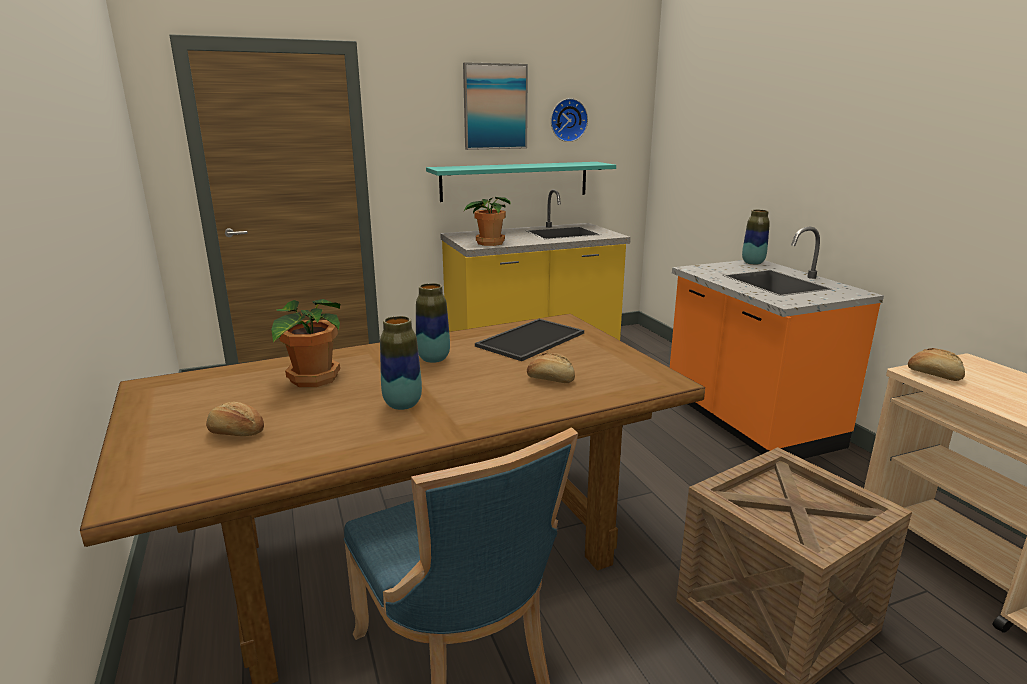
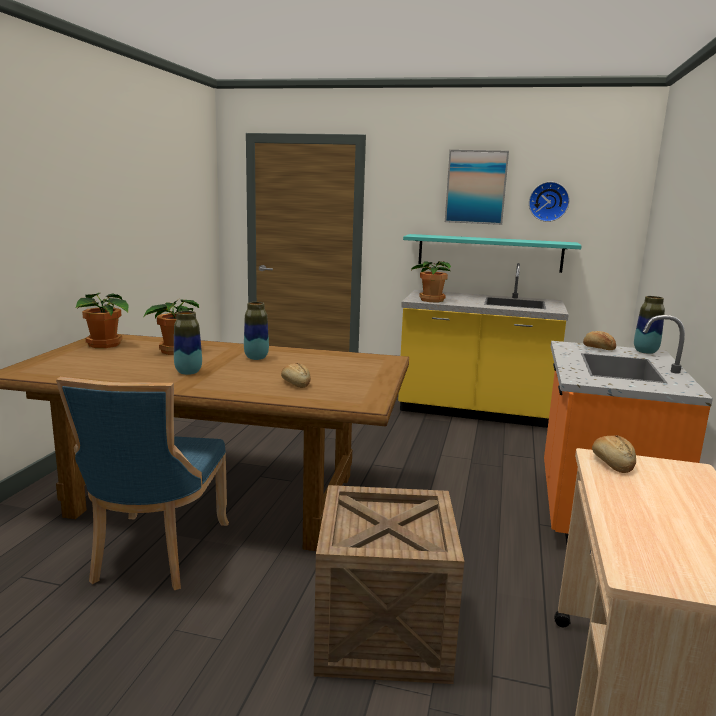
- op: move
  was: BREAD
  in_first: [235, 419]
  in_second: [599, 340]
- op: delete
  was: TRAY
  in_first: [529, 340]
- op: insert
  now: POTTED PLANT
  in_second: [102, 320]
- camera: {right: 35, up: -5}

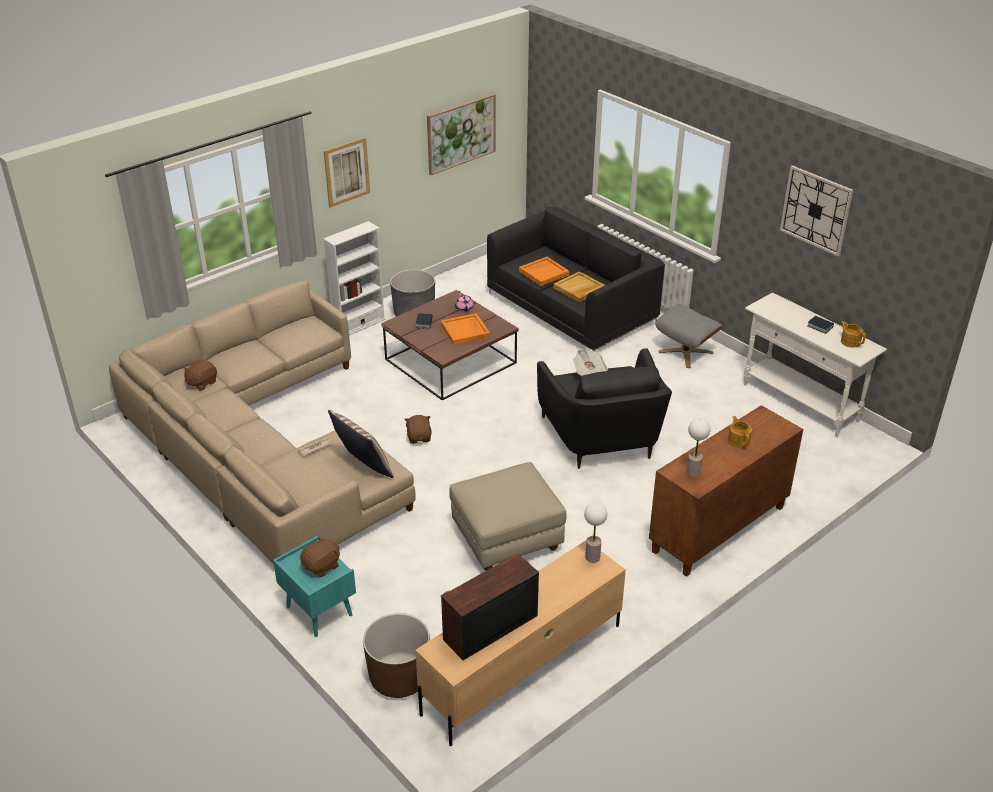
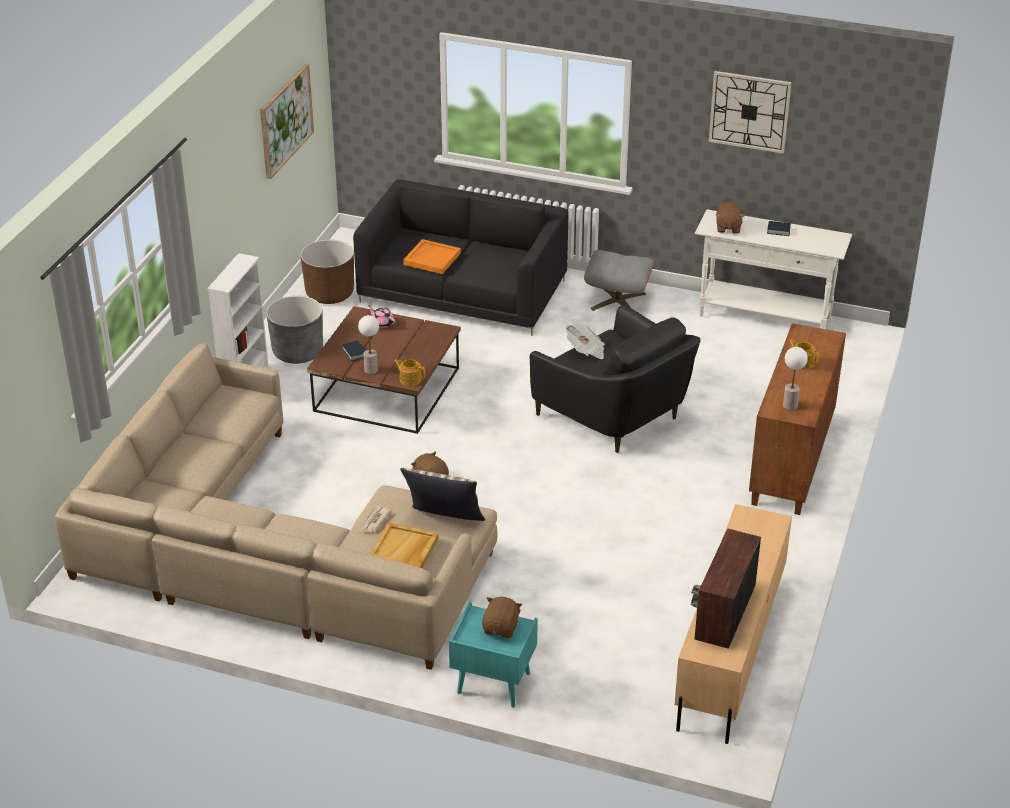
- op: move
  was: BROWN PLUSH TOY
  in_first: [200, 375]
  in_second: [730, 218]
- op: delete
  was: PICTURE
  in_first: [347, 172]
- op: move
  was: BROWN PLANTER
  in_first: [396, 655]
  in_second: [327, 272]
- op: delete
  was: ORANGE TRAY
  in_first: [465, 329]
- op: delete
  was: BEIGE OTTOMAN
  in_first: [507, 516]
- op: move
  was: BEIGE TRAY
  in_first: [579, 287]
  in_second: [404, 545]
- op: move
  was: TABLE LAMP
  in_first: [595, 532]
  in_second: [368, 344]
- op: move
  was: TEAPOT
  in_first: [853, 334]
  in_second: [410, 372]
- camera: {right: -30, up: 0}

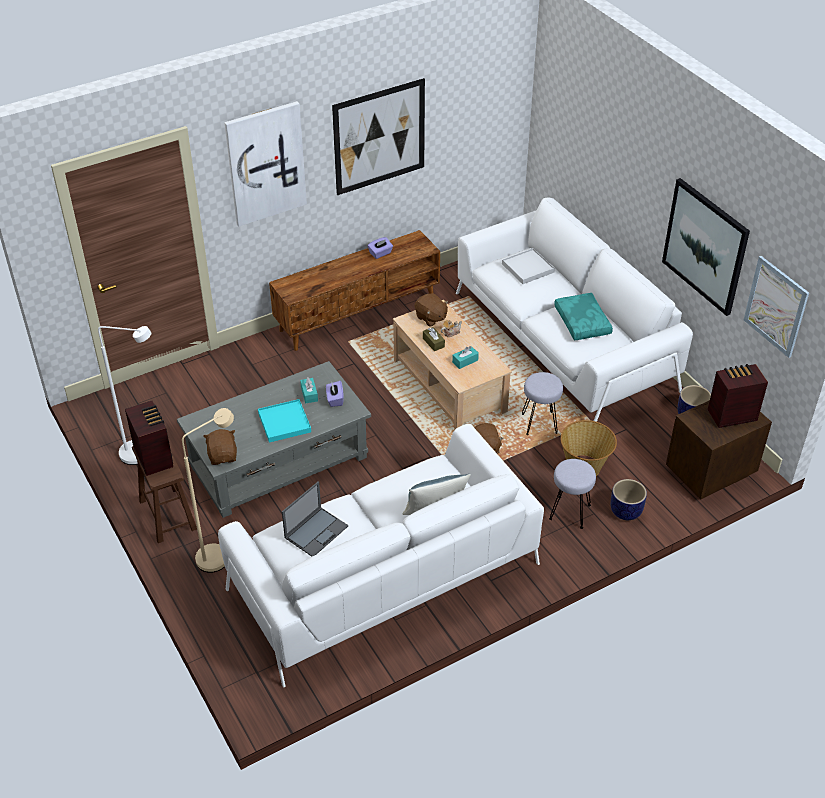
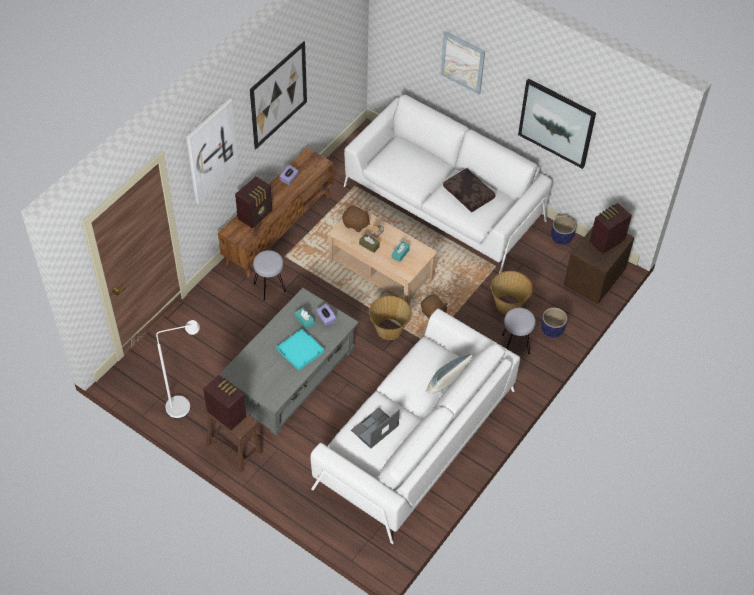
- op: delete
  was: BEIGE FLOOR LAMP
  in_first: [208, 490]
- op: delete
  was: BROWN PLUSH TOY
  in_first: [220, 447]
- op: rotate
  was: LAPTOP
  in_first: [315, 519]
  in_second: [375, 428]
  clockwise: -150
- op: delete
  was: WHITE TRAY
  in_first: [528, 266]
- op: move
  was: GREY STOOL
  in_first: [542, 403]
  in_second: [269, 275]
- op: recolor
  was: TURQUOISE PILLOW
  now: BROWN PILLOW
  in_first: [583, 316]
  in_second: [469, 190]
- op: move
  was: PICTURE
  in_first: [776, 307]
  in_second: [462, 63]
- op: insert
  now: RADIO
  in_second: [253, 202]
- op: insert
  now: BASKET
  in_second: [390, 318]
- camera: {right: -25, up: 10}

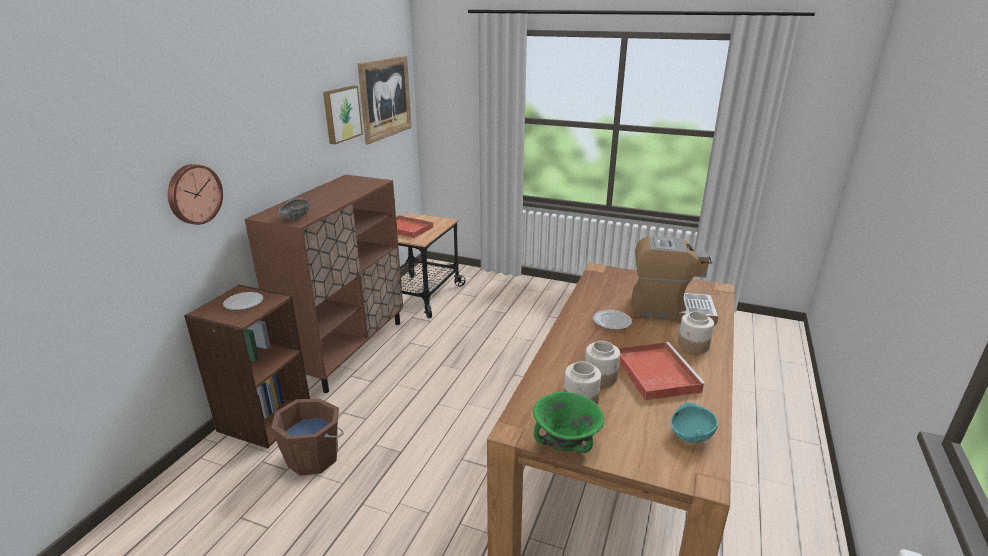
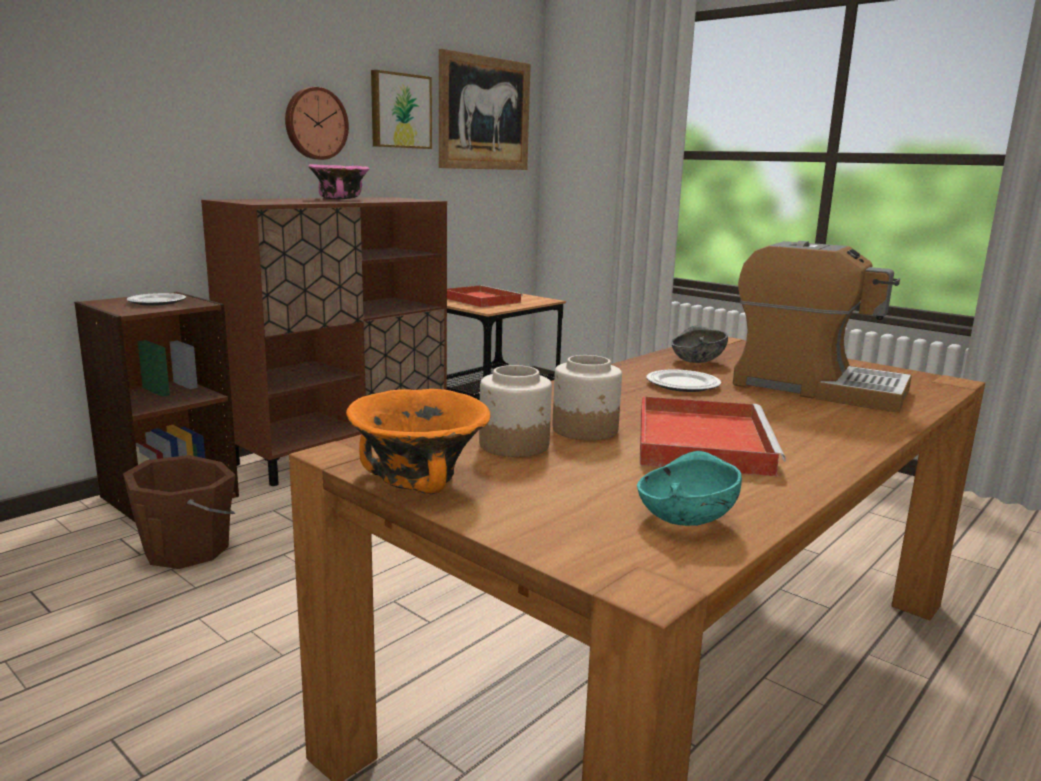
- op: move
  was: WALL CLOCK
  in_first: [195, 194]
  in_second: [317, 123]
- op: move
  was: GREY BOWL
  in_first: [294, 208]
  in_second: [699, 344]
- op: recolor
  was: GREEN BOWL
  now: ORANGE BOWL
  in_first: [568, 422]
  in_second: [418, 441]
- op: delete
  was: JAR
  in_first: [696, 332]
- op: insert
  now: PINK BOWL
  in_second: [338, 181]
- camera: {right: 20, up: -10}

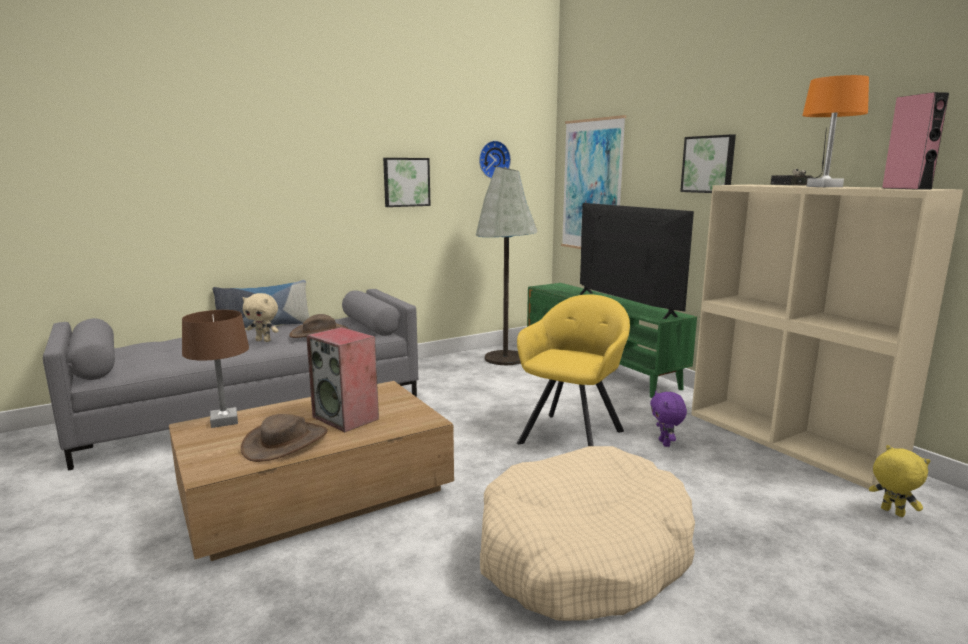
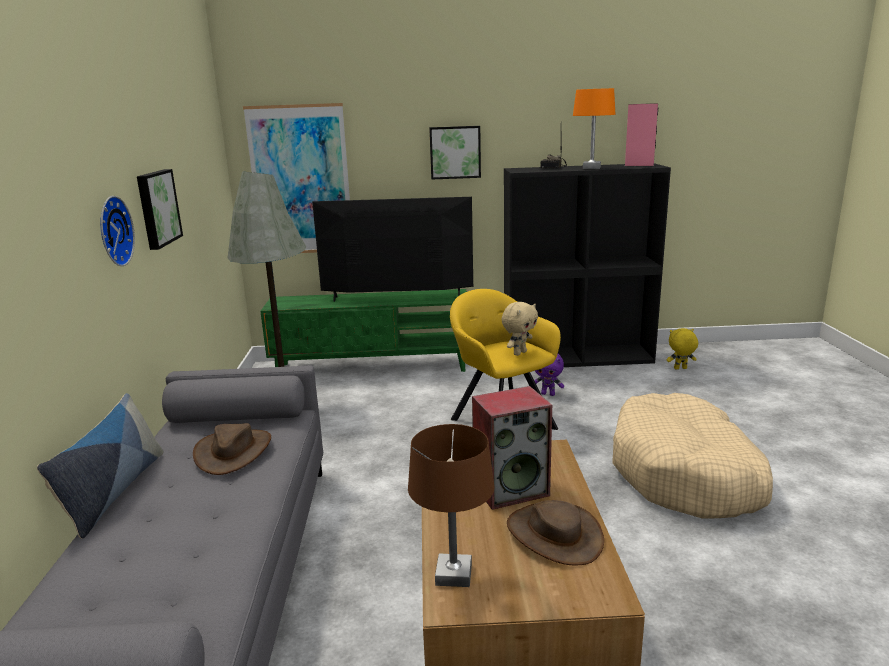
- op: move
  was: BEIGE PLUSH TOY
  in_first: [261, 317]
  in_second: [519, 329]
- op: move
  was: WALL CLOCK
  in_first: [495, 159]
  in_second: [117, 231]
- op: recolor
  was: BEIGE BOOKCASE
  now: BLACK BOOKCASE
  in_first: [827, 337]
  in_second: [587, 265]
- camera: {right: -60, up: 5}

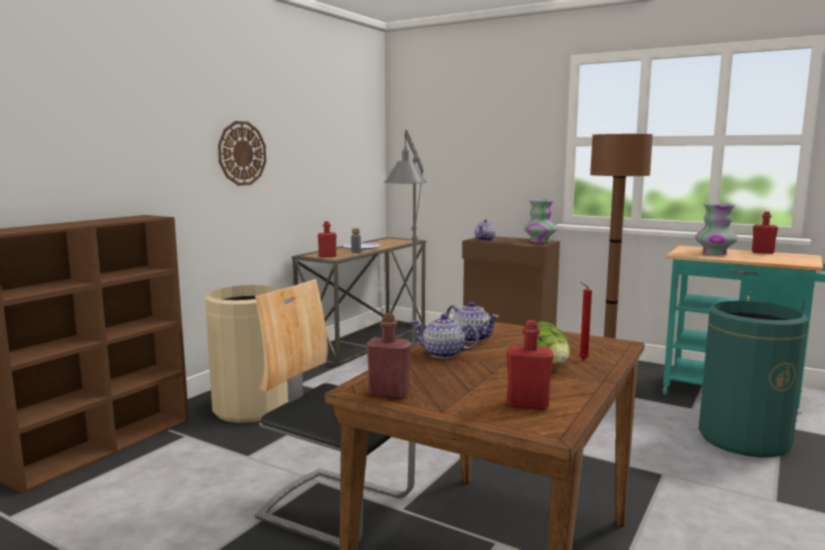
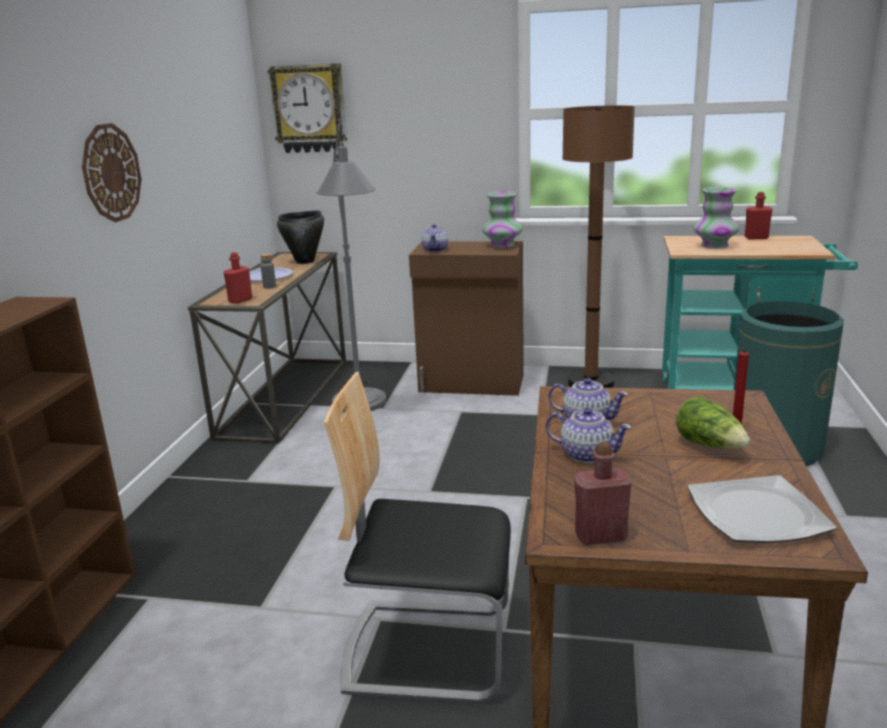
- op: delete
  was: BEIGE TRASH CAN
  in_first: [246, 354]
- op: rotate
  was: TEAPOT
  in_first: [445, 336]
  in_second: [589, 435]
  clockwise: -150
- op: replace
  was: RED BOTTLE
  now: PLATE
  in_first: [530, 365]
  in_second: [762, 509]
- op: insert
  now: WALL CLOCK
  in_second: [307, 108]
- op: insert
  now: BLACK COOKING POT
  in_second: [300, 237]
- camera: {right: -20, up: 10}

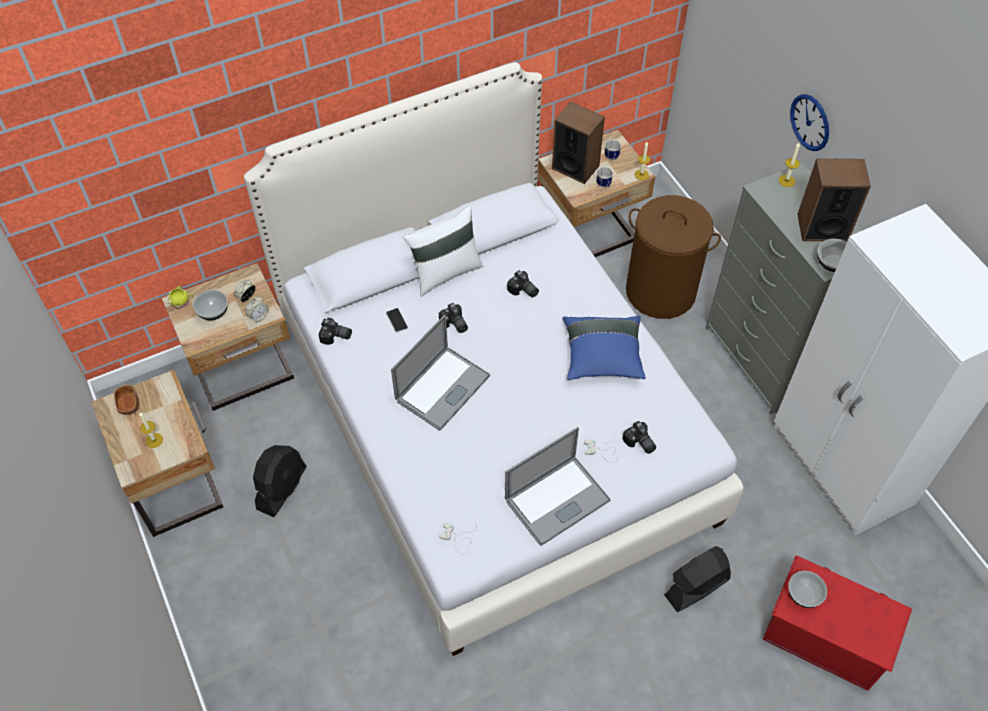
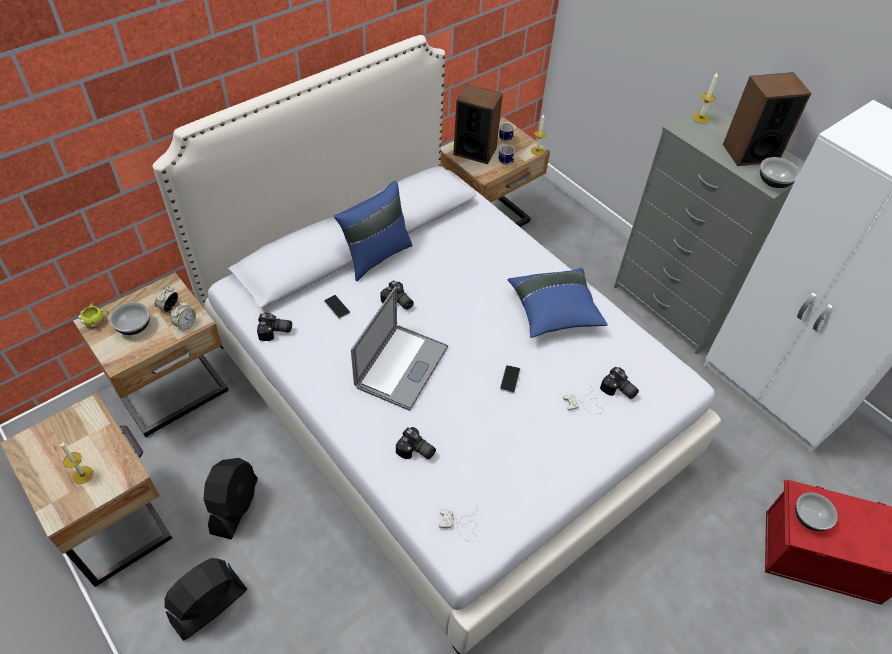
- op: delete
  was: BROWN BOWL
  in_first: [126, 400]
- op: recolor
  was: WHITE PILLOW
  now: BLUE PILLOW
  in_first: [443, 251]
  in_second: [373, 230]
- op: delete
  was: LAPTOP
  in_first: [558, 486]
- op: move
  was: PHOTO CAMERA
  in_first: [523, 284]
  in_second: [416, 443]
- op: delete
  was: BROWN LAUNDRY BASKET
  in_first: [673, 257]
- op: move
  was: BLACK FAN
  in_first: [697, 579]
  in_second: [206, 599]
- op: delete
  was: WALL CLOCK
  in_first: [809, 122]
- op: insert
  now: PHONE
  in_second: [510, 379]
- camera: {right: -15, up: -5}

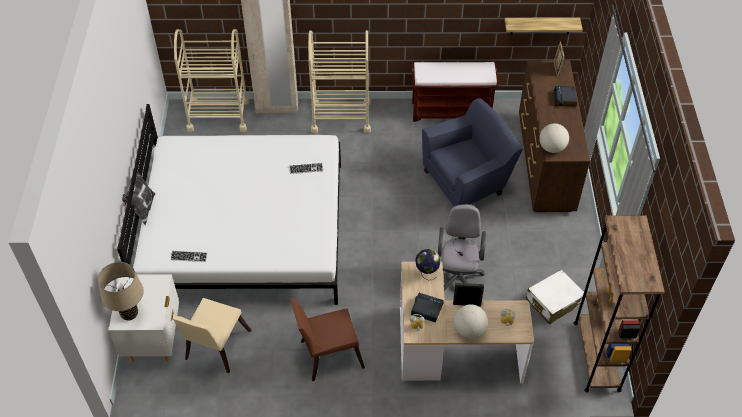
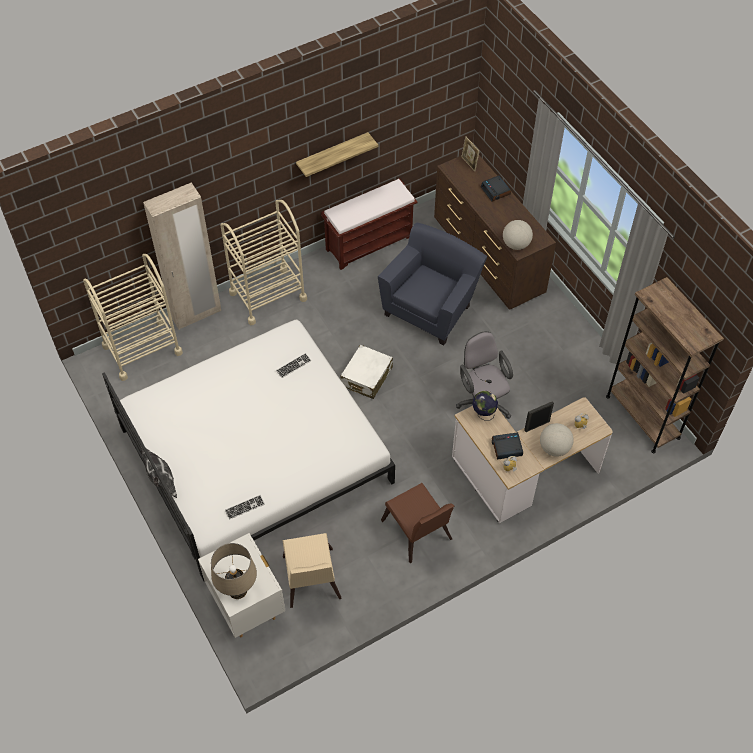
- op: rotate
  was: BROWN CHAIR
  in_first: [327, 339]
  in_second: [417, 523]
  clockwise: -75
- op: move
  was: SHELF
  in_first: [544, 26]
  in_second: [337, 154]
- op: move
  was: WHITE SUITCASE
  in_first: [555, 296]
  in_second: [366, 372]
- camera: {right: -30, up: 5}

